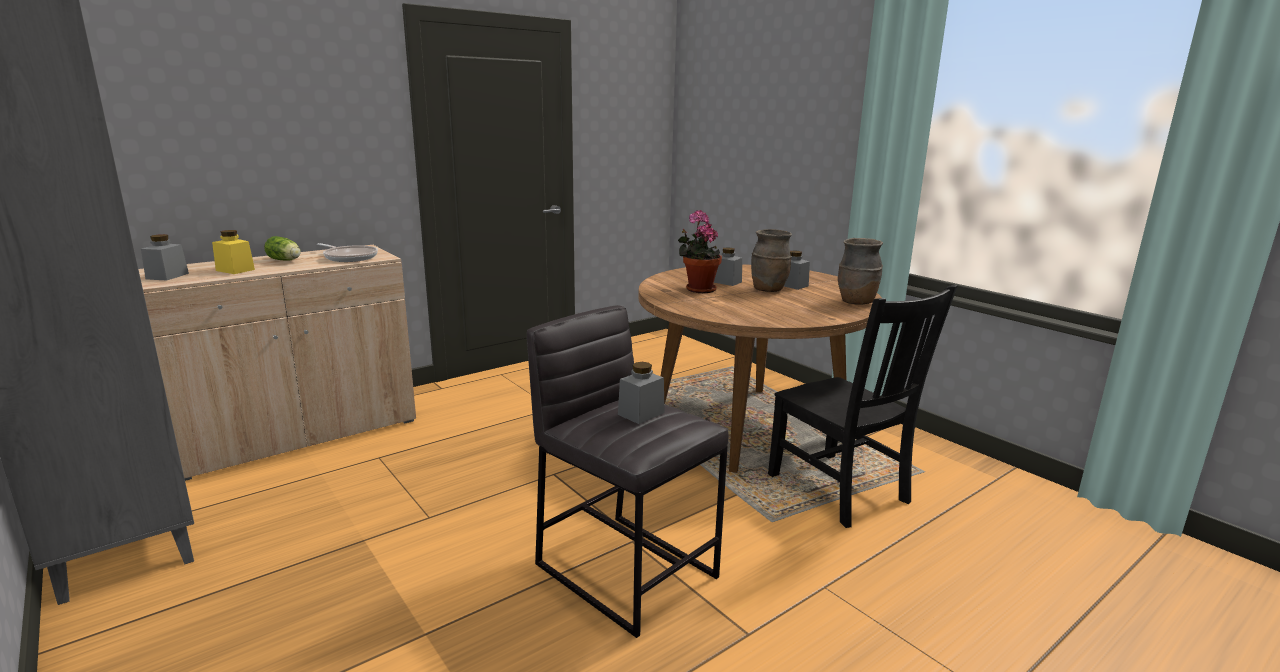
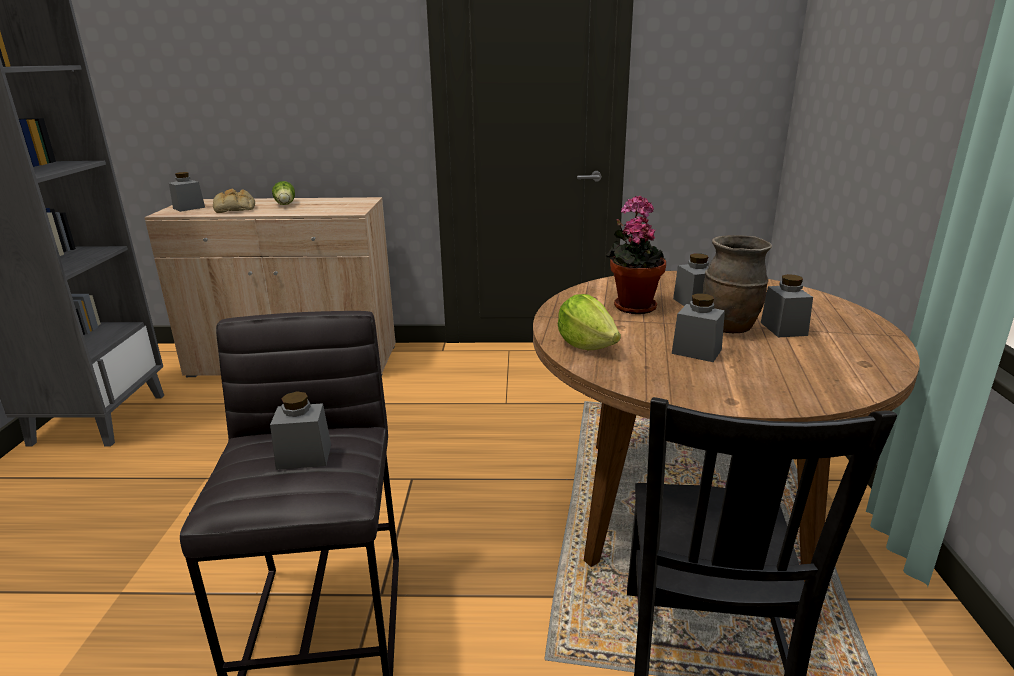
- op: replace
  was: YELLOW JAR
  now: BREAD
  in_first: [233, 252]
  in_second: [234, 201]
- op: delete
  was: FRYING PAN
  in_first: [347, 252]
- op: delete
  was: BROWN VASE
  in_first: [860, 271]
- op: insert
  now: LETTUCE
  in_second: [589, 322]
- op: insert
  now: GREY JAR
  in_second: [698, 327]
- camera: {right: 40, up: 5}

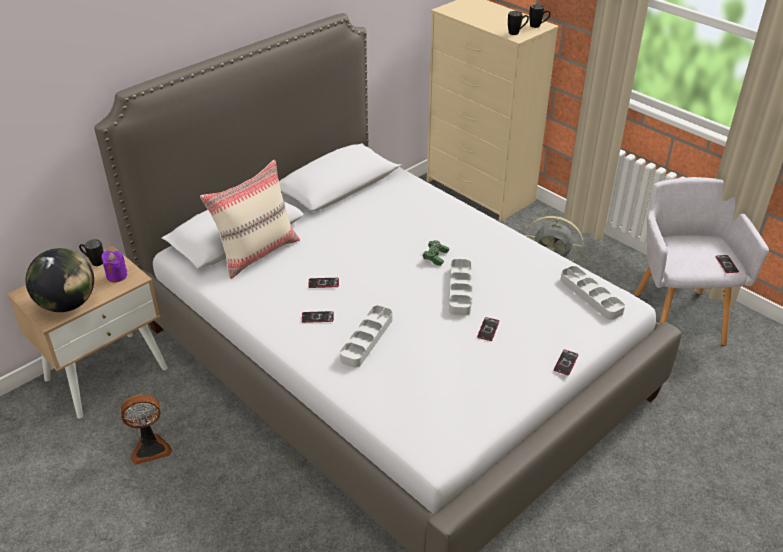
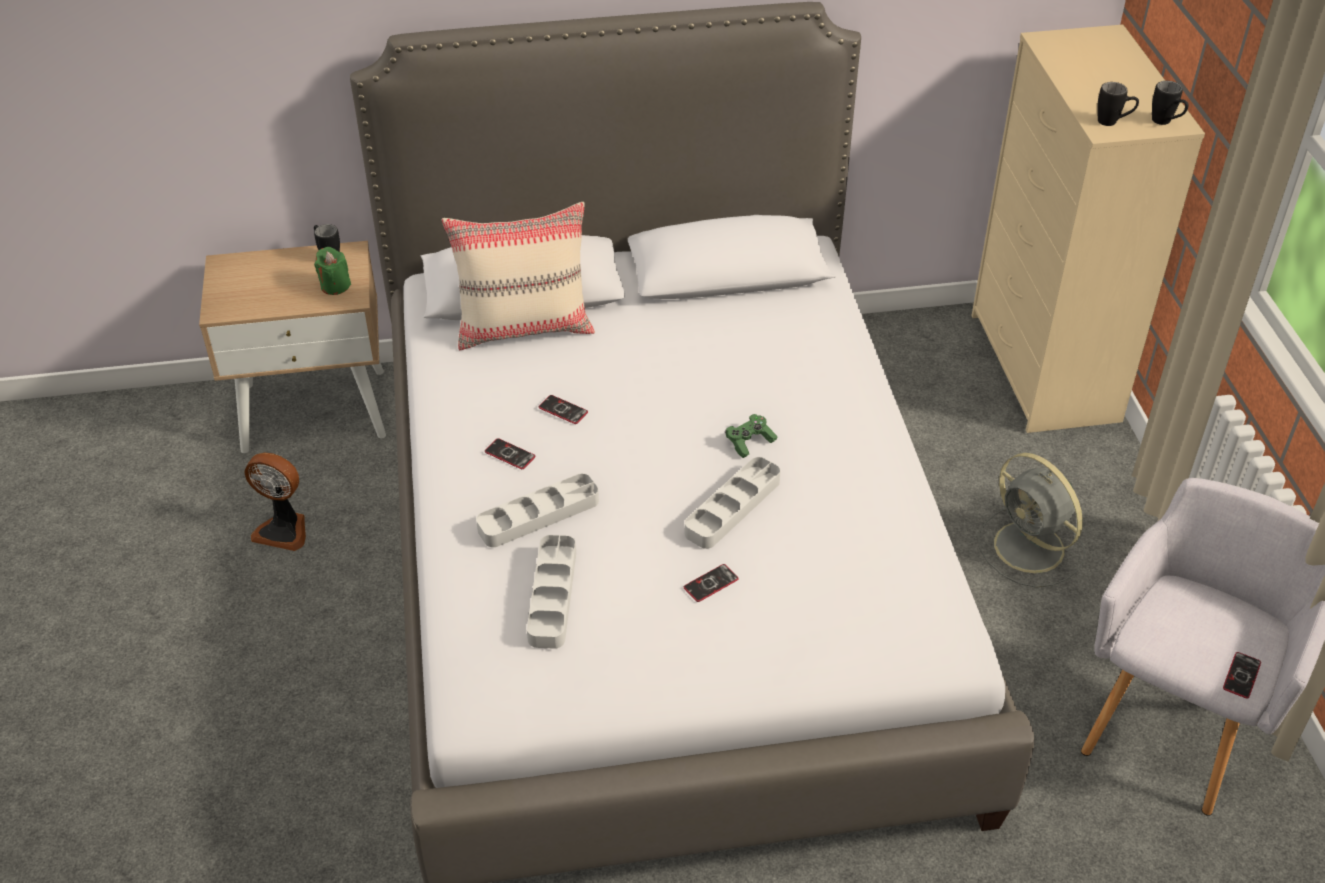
- op: delete
  was: GLOBE
  in_first: [60, 280]
- op: recolor
  was: PURPLE CANDLE
  now: GREEN CANDLE
  in_first: [114, 266]
  in_second: [332, 271]
- op: delete
  was: PHONE
  in_first: [566, 362]
- op: move
  was: GREY TRAY
  in_first: [592, 293]
  in_second: [551, 592]
- camera: {right: 35, up: 5}

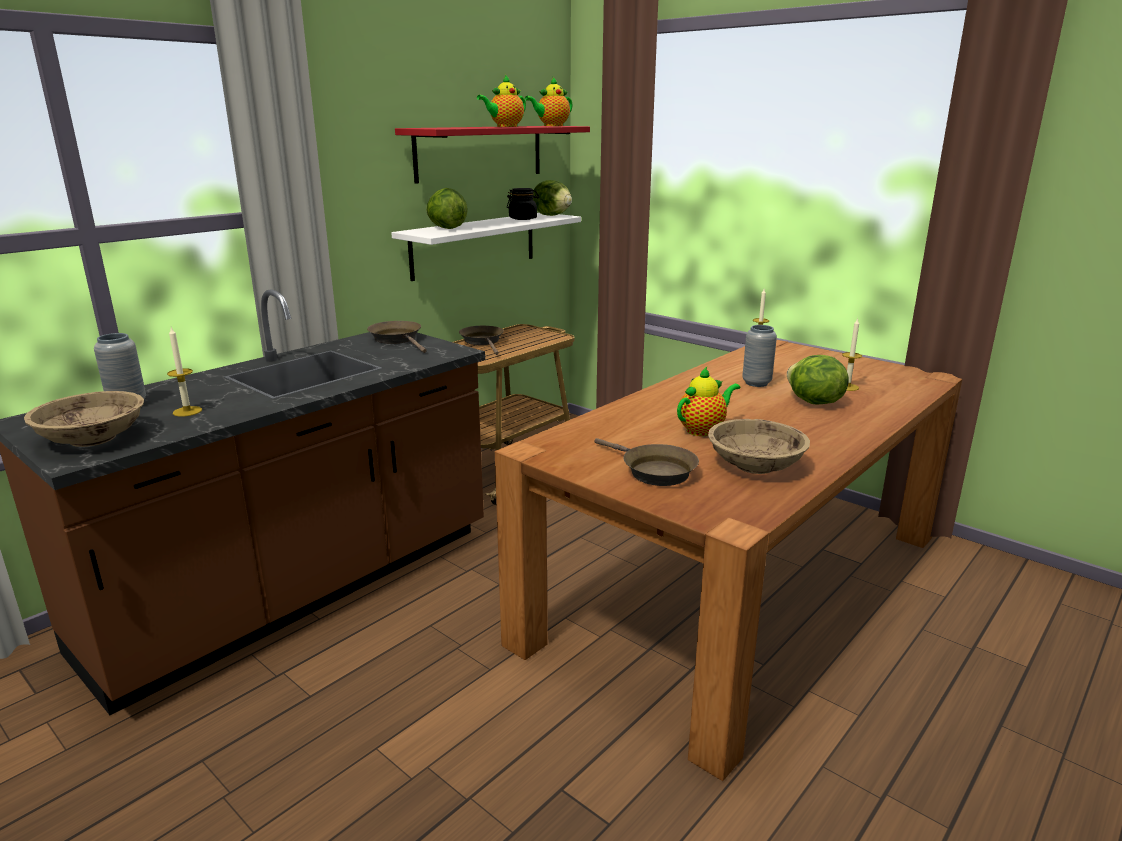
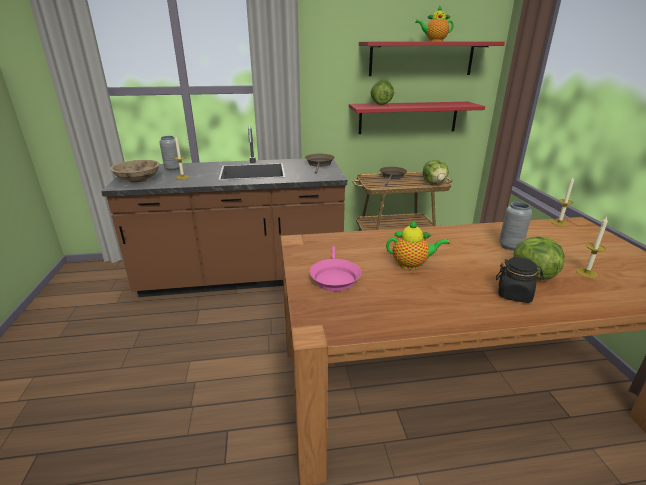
- op: recolor
  was: WHITE SHELF
  now: RED SHELF
  in_first: [486, 247]
  in_second: [417, 118]
- op: move
  was: BLACK JAR
  in_first: [523, 204]
  in_second: [520, 280]
- op: delete
  was: TEAPOT
  in_first: [549, 101]
- op: move
  was: LETTUCE
  in_first: [552, 198]
  in_second: [436, 172]
- op: recolor
  was: BROWN FRYING PAN
  now: PINK FRYING PAN
  in_first: [647, 462]
  in_second: [335, 269]
- op: delete
  was: BEIGE BOWL
  in_first: [759, 446]
- camera: {right: 40, up: 5}

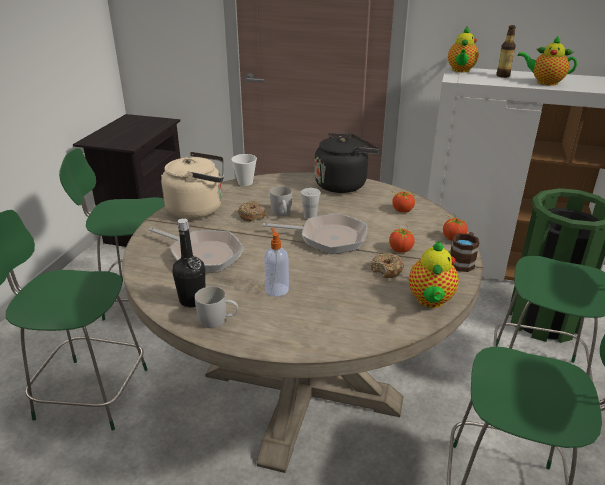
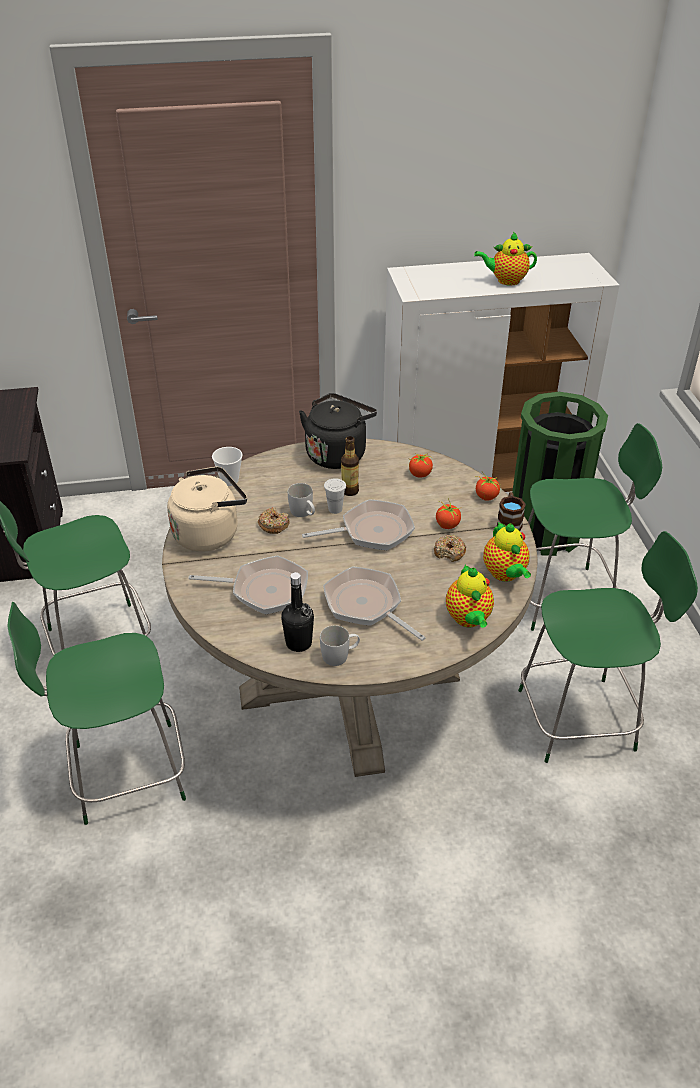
- op: replace
  was: SOAP DISPENSER
  now: FRYING PAN
  in_first: [276, 262]
  in_second: [374, 603]
- op: move
  was: TEAPOT
  in_first: [463, 49]
  in_second: [470, 596]
- op: move
  was: BOTTLE
  in_first: [506, 51]
  in_second: [350, 466]
- camera: {right: -25, up: 10}

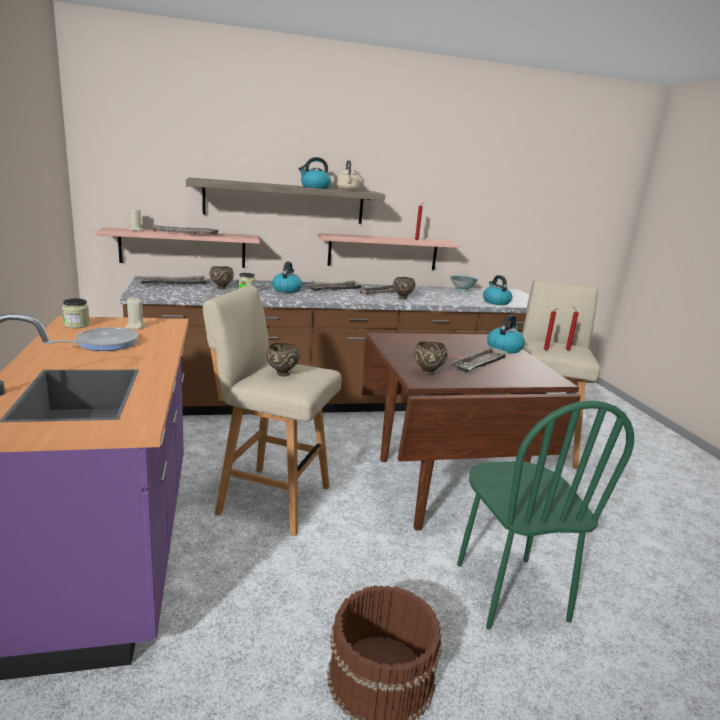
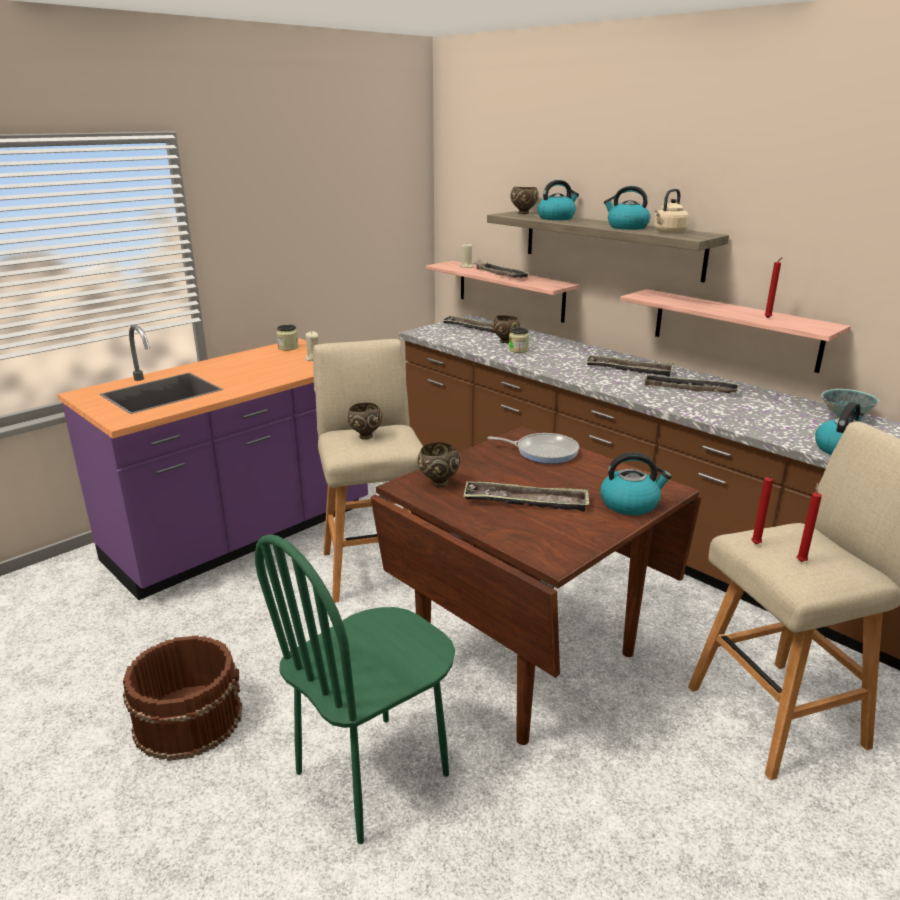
- op: move
  was: FRYING PAN
  in_first: [91, 339]
  in_second: [533, 448]
- op: move
  was: KETTLE
  in_first: [287, 277]
  in_second: [558, 200]
- op: move
  was: BROWN BOWL
  in_first: [404, 288]
  in_second: [524, 200]
- camera: {right: 60, up: 5}

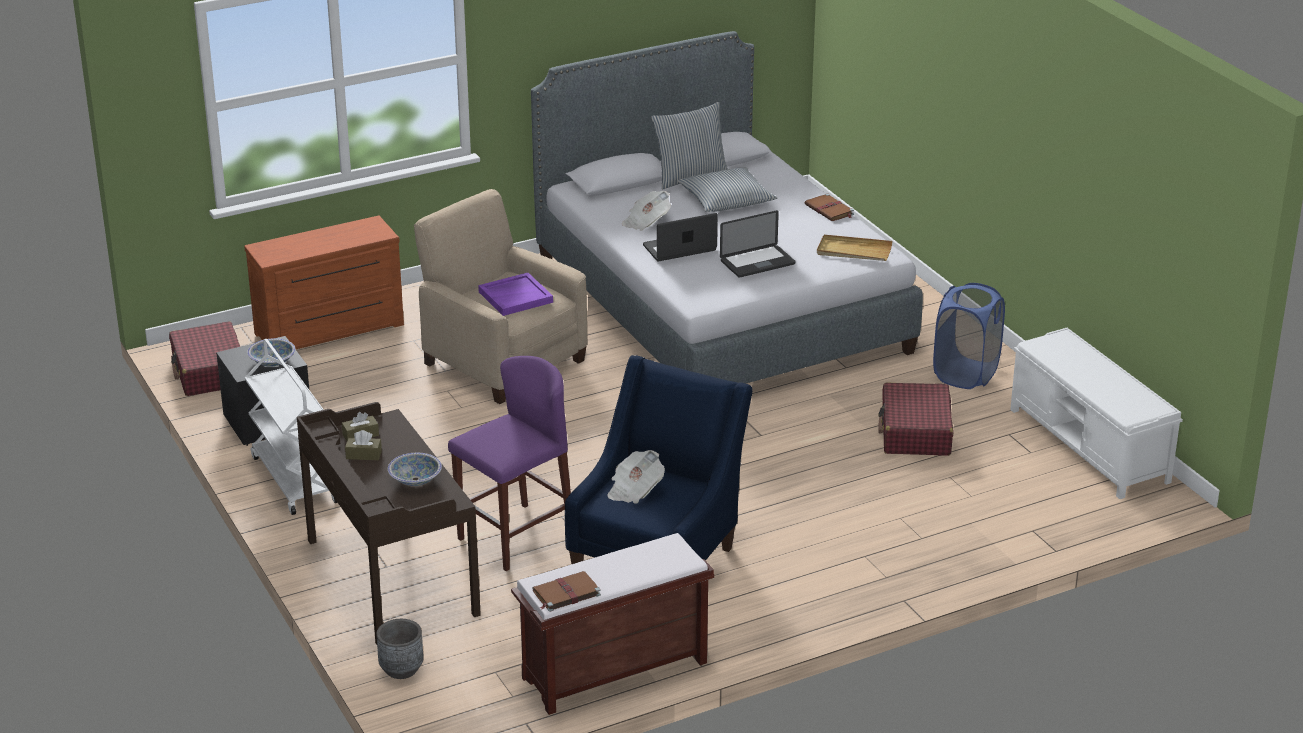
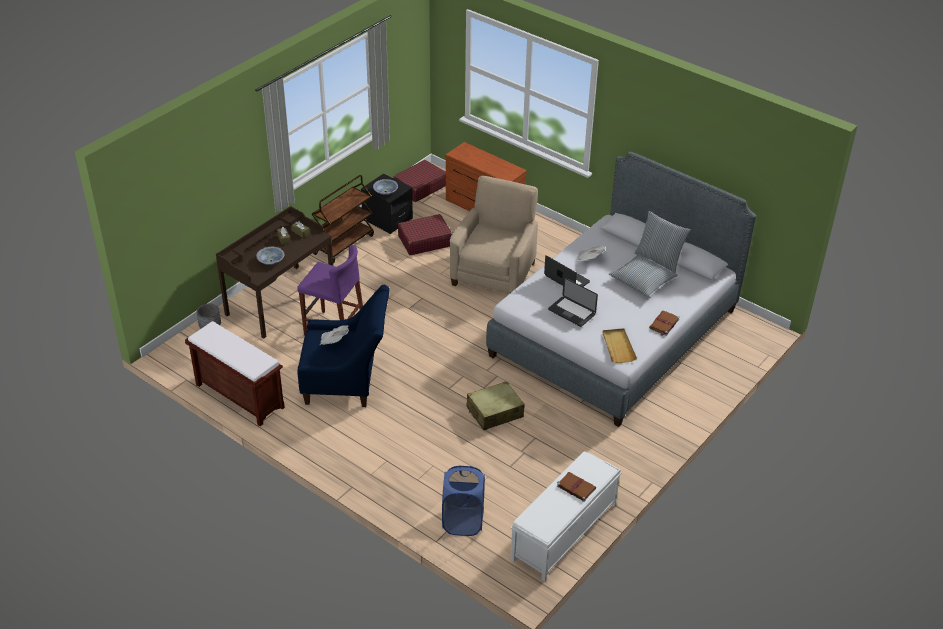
- op: recolor
  was: WHITE CART
  now: BROWN CART
  in_first: [291, 427]
  in_second: [343, 219]
- op: delete
  was: PURPLE TRAY
  in_first: [515, 294]
- op: move
  was: BROWN BOOK
  in_first: [566, 591]
  in_second: [576, 487]
- op: move
  was: RED SUITCASE
  in_first: [915, 419]
  in_second: [425, 234]
- op: move
  was: BLUE LAUNDRY BASKET
  in_first: [969, 336]
  in_second: [463, 500]
- op: insert
  now: BEIGE SUITCASE
  in_second: [496, 405]
- camera: {right: 65, up: 10}

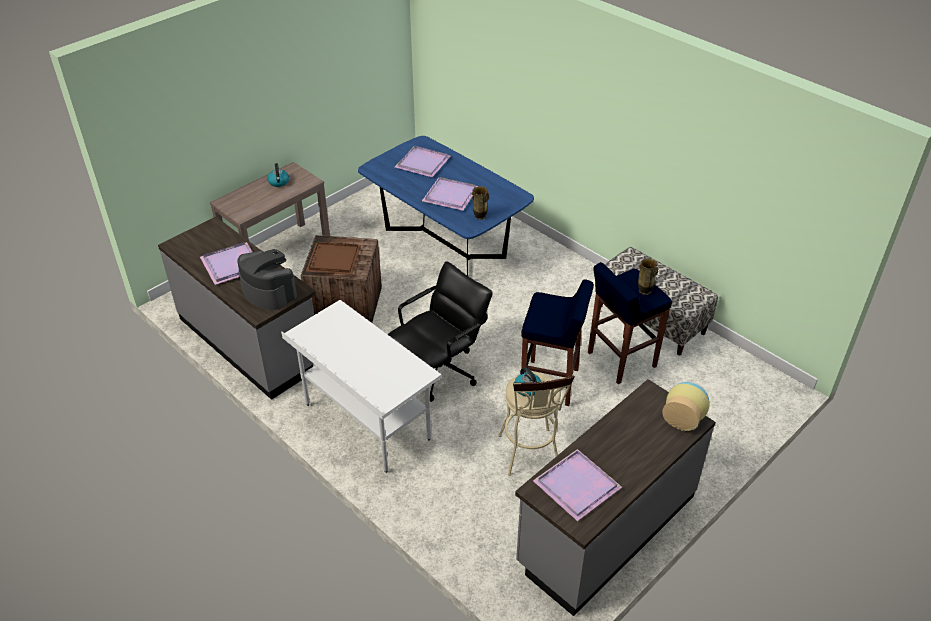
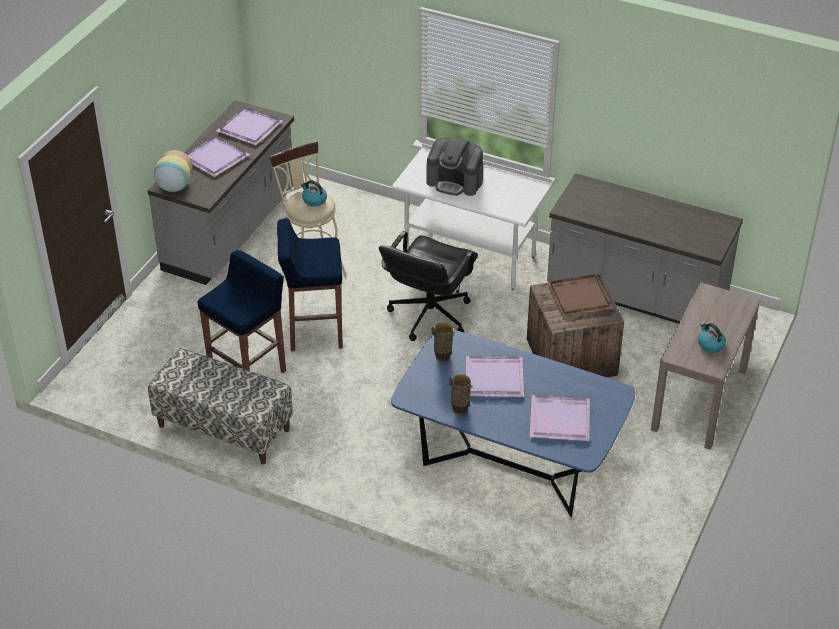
- op: move
  was: PURPLE TRAY
  in_first: [226, 263]
  in_second: [218, 156]
- op: move
  was: COFFEE MACHINE
  in_first: [267, 279]
  in_second: [454, 167]
- op: move
  was: VASE
  in_first: [648, 277]
  in_second: [461, 394]
- camera: {right: 160, up: 0}

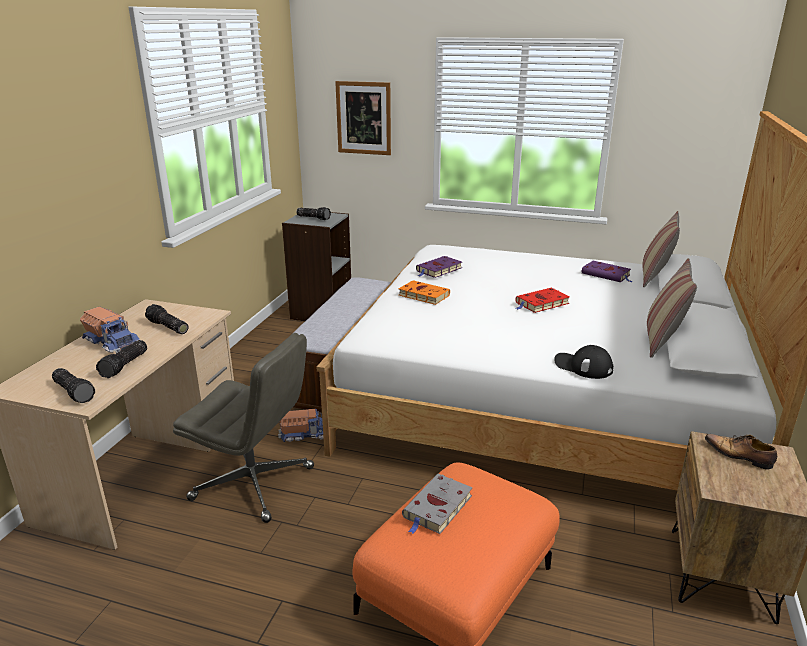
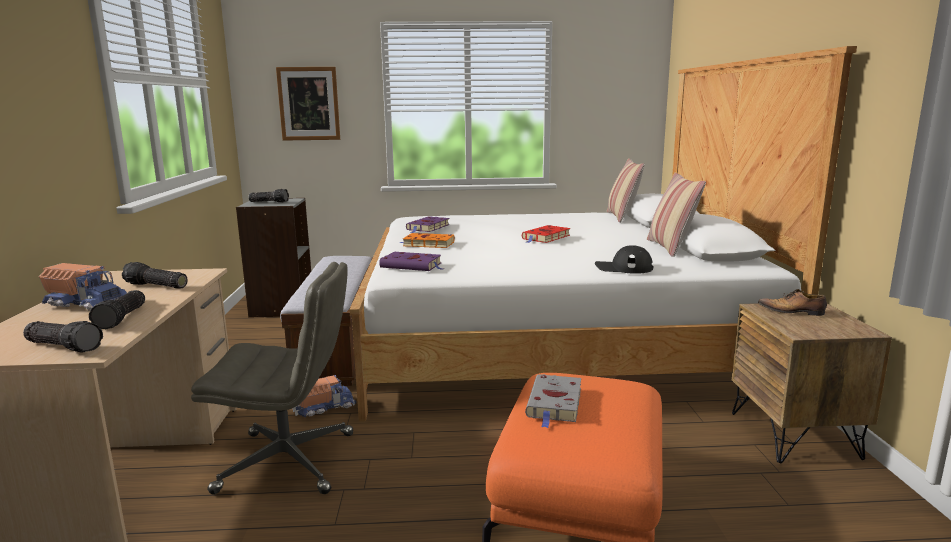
- op: move
  was: PURPLE BOOK
  in_first: [607, 271]
  in_second: [411, 261]
- camera: {right: -20, up: -10}

